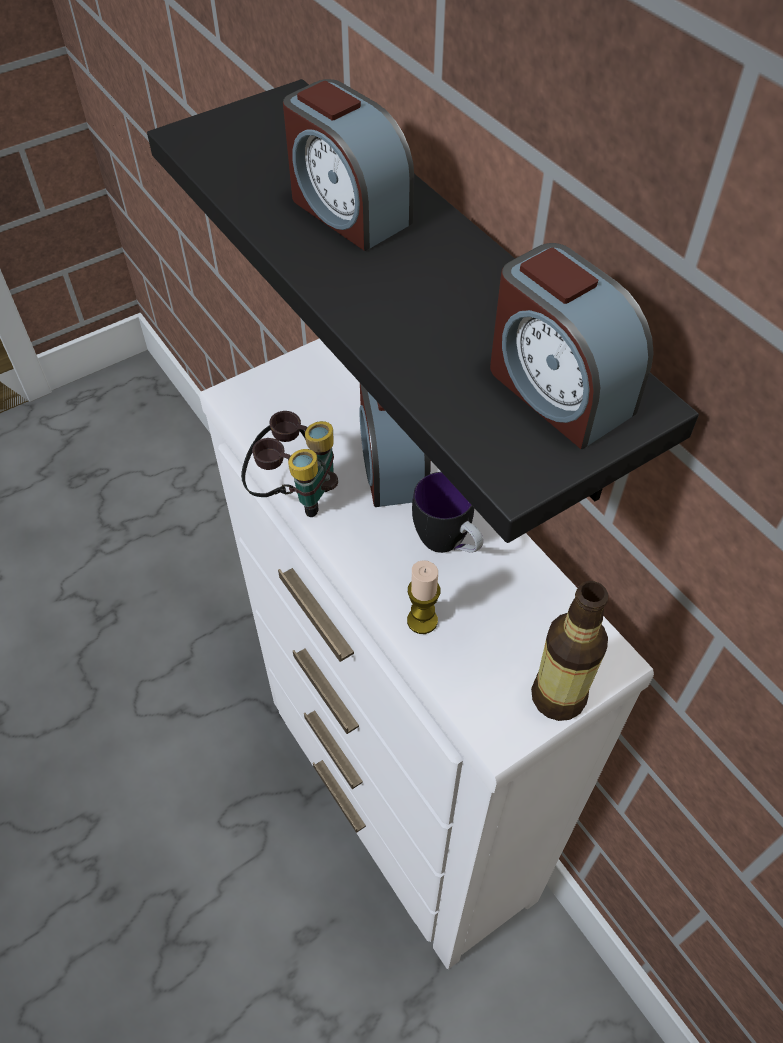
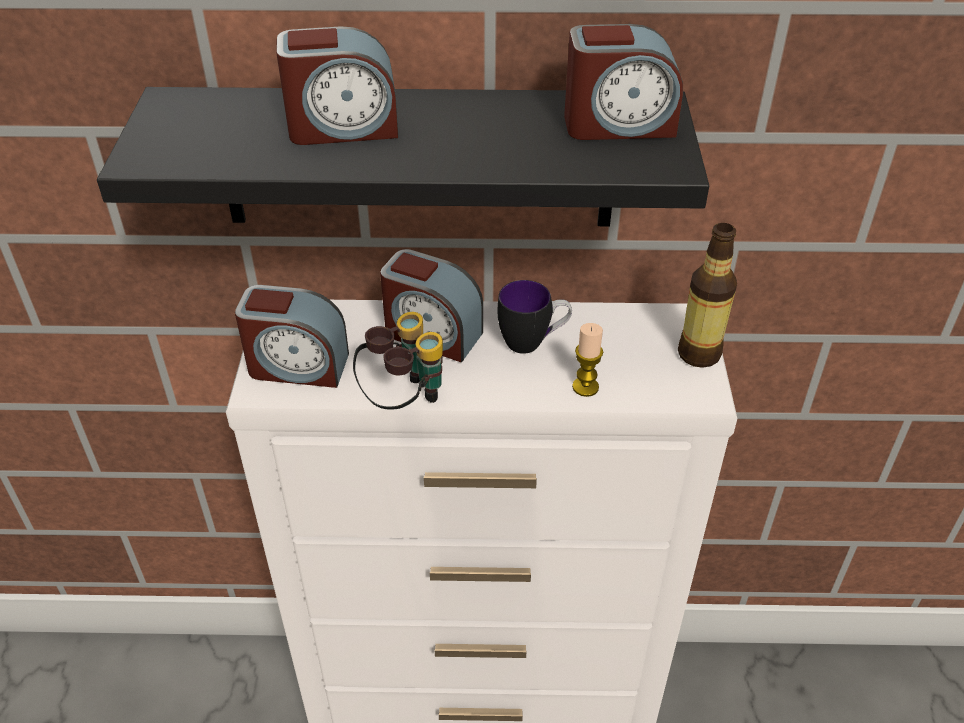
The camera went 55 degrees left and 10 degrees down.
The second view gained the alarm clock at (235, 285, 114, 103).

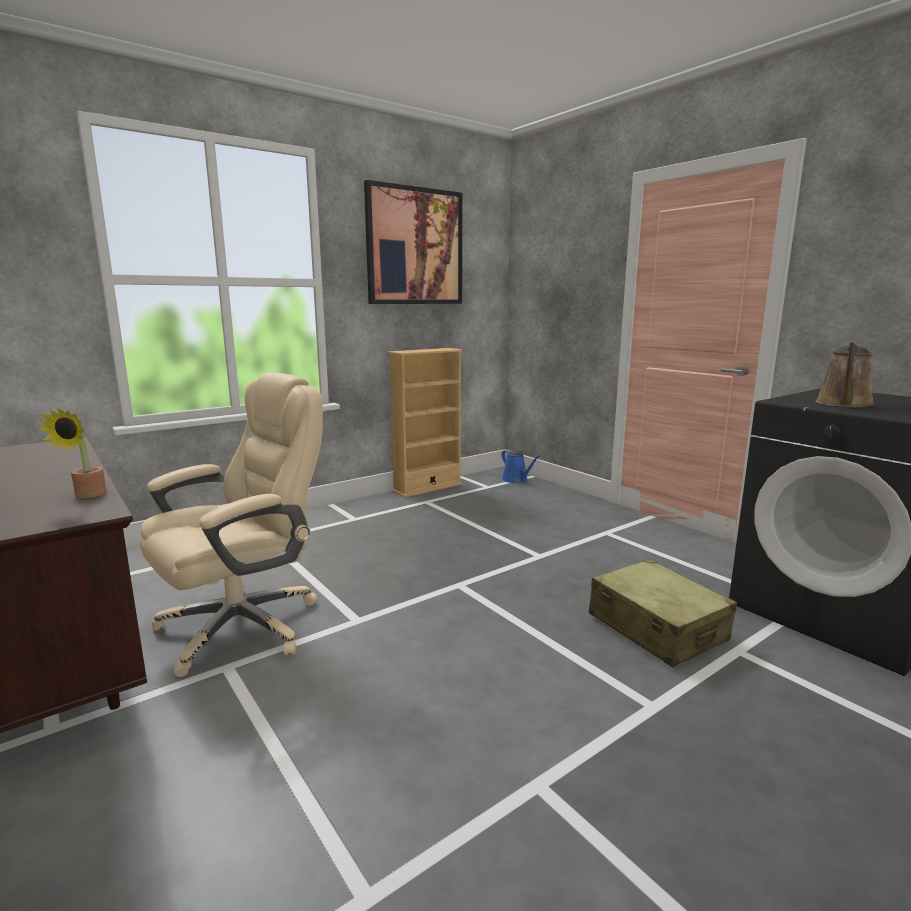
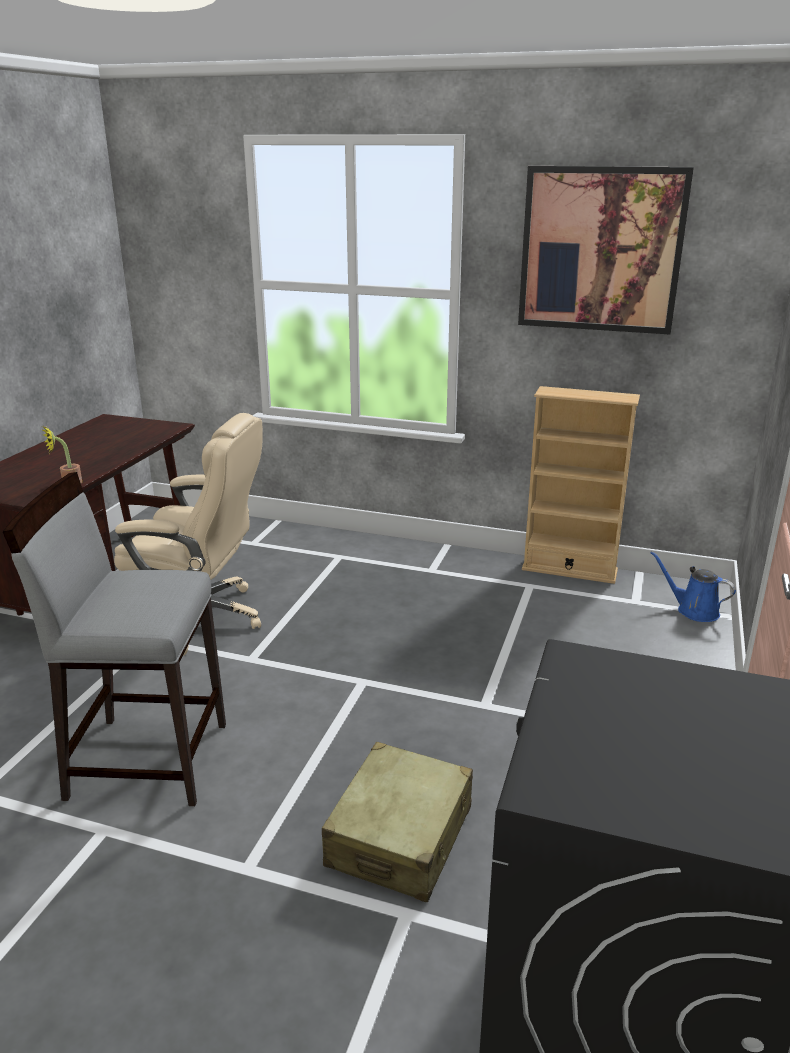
The camera went 55 degrees right and 10 degrees up.
The second view lost the watering can (brown) at (816, 342, 59, 66).
The second view gained the stool (grey) at (3, 472, 223, 334).
The watering can (blue) at (501, 450, 40, 33) ended up facing another way, 105 degrees clockwise from before.

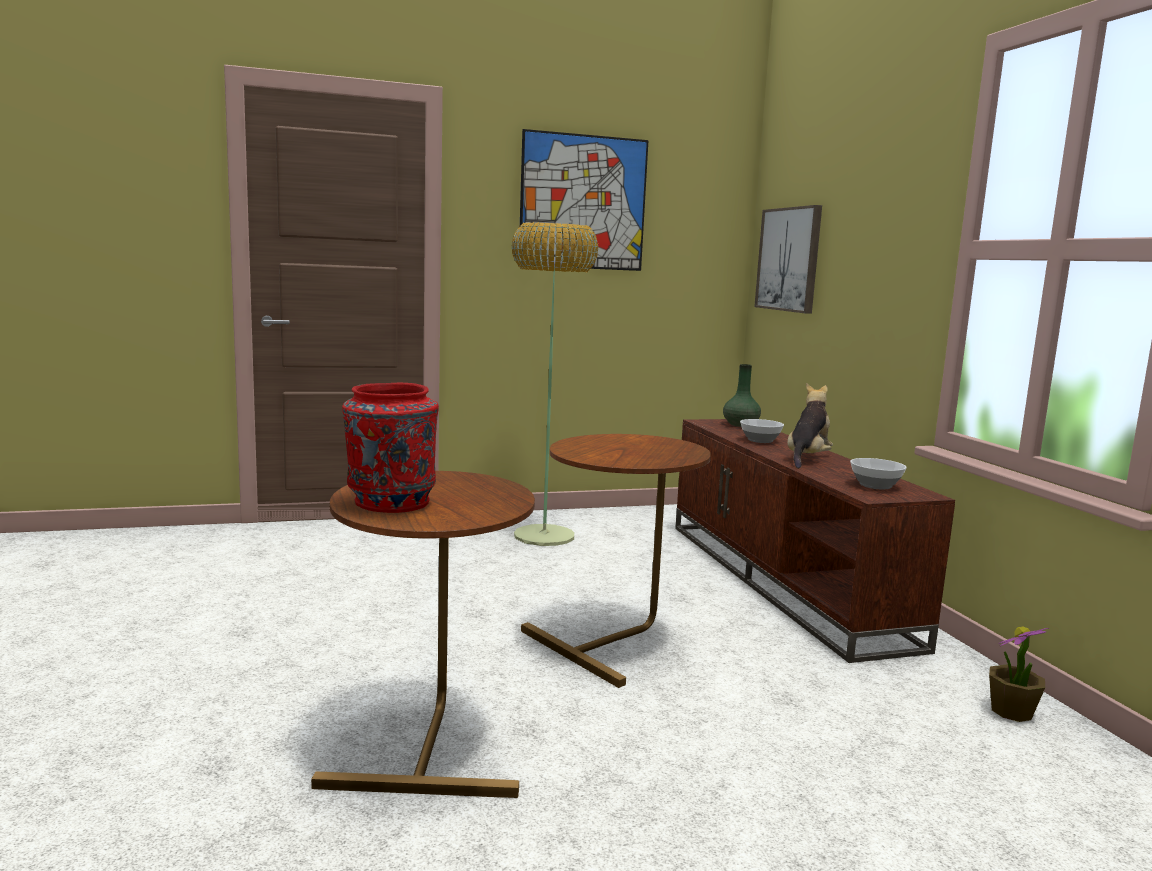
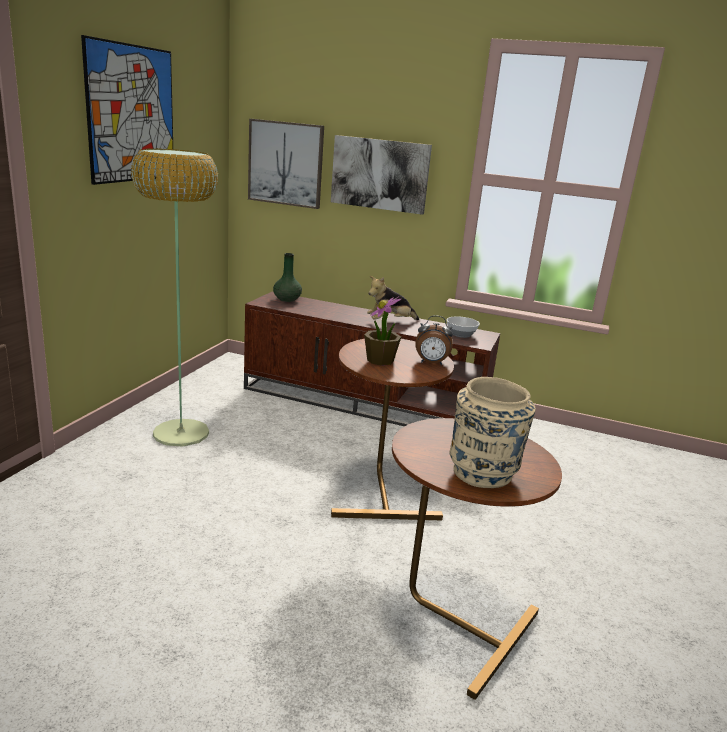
The camera went 55 degrees left and 10 degrees up.
The second view lost the bowl at (740, 419, 44, 24).
The second view gained the picture at (331, 135, 101, 80).
The second view gained the alarm clock at (415, 315, 38, 50).
The potted plant ended up elsewhere, having gone from (989, 627, 60, 95) to (364, 296, 37, 70).
What was the vase (red) at (342, 383, 97, 130) turned into the vase (beige) at (449, 377, 87, 111).
The plush toy at (787, 383, 46, 86) ended up facing another way, 90 degrees counterclockwise from before.

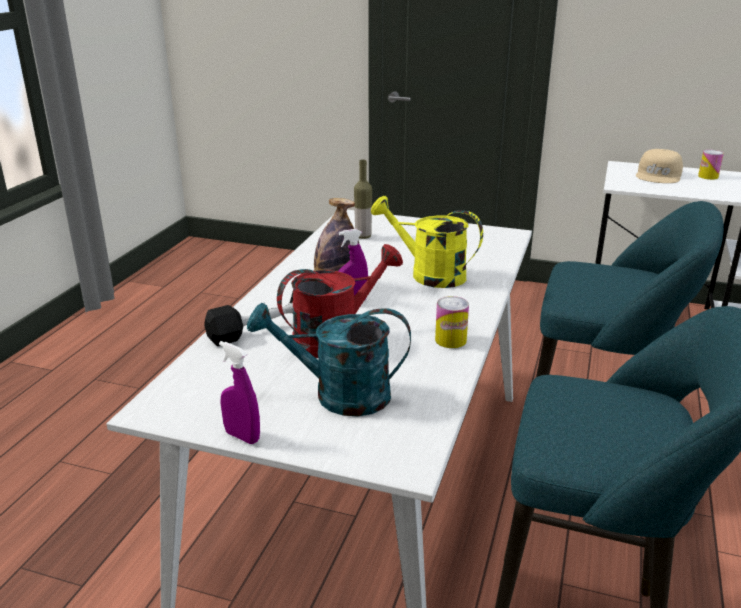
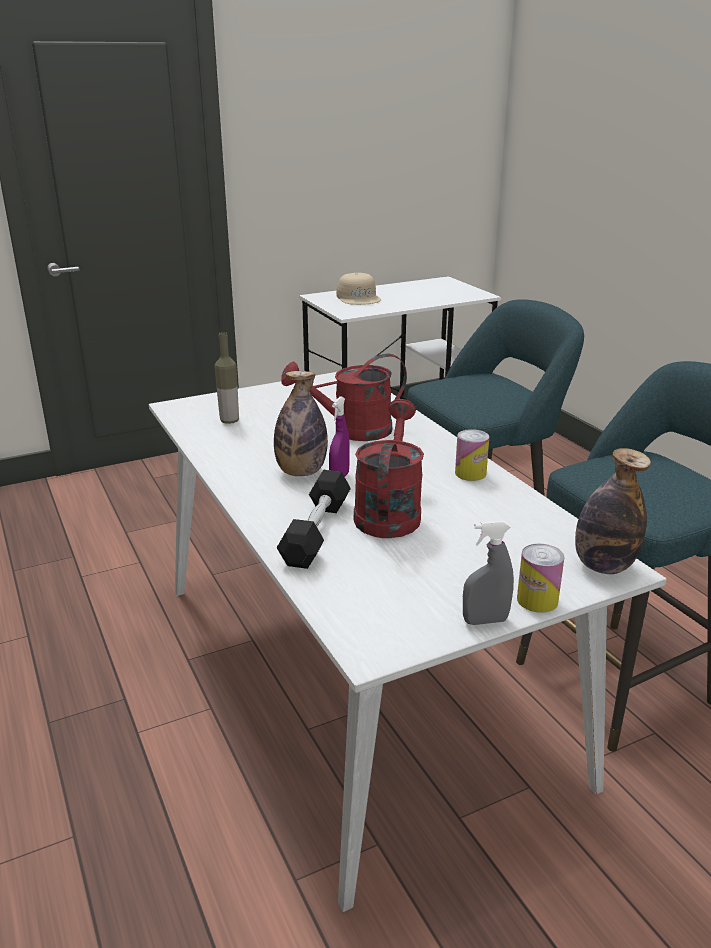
The camera went 45 degrees left and 0 degrees up.
The second view lost the watering can (turquoise) at (247, 303, 164, 113).
The second view gained the bottle at (575, 448, 76, 126).
The can ended up elsewhere, having gone from (698, 150, 26, 30) to (517, 544, 47, 69).
What was the spray bottle (purple) at (219, 341, 41, 103) turned into the spray bottle (grey) at (463, 521, 51, 104).
What was the watering can (yellow) at (371, 196, 112, 92) turned into the watering can (red) at (281, 354, 126, 87).

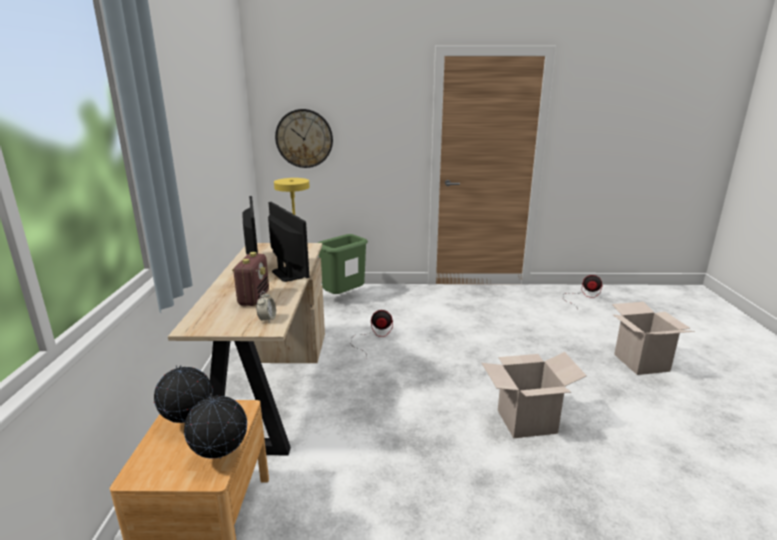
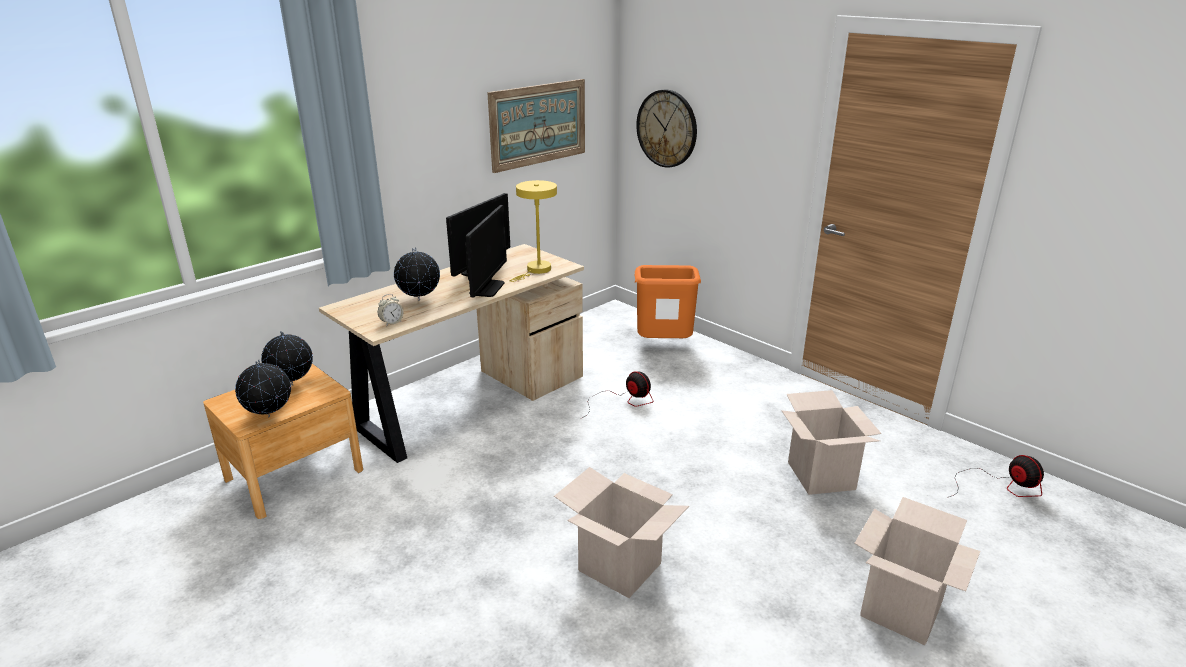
The camera went 45 degrees right and 5 degrees up.
The second view gained the picture at (487, 79, 98, 94).
The second view gained the cardboard box at (782, 390, 100, 105).
Where the radio stood at (232, 252, 37, 54), the globe came to stand at (394, 247, 46, 54).
What was the trash can (green) at (318, 234, 50, 60) turned into the trash can (orange) at (634, 265, 67, 73).

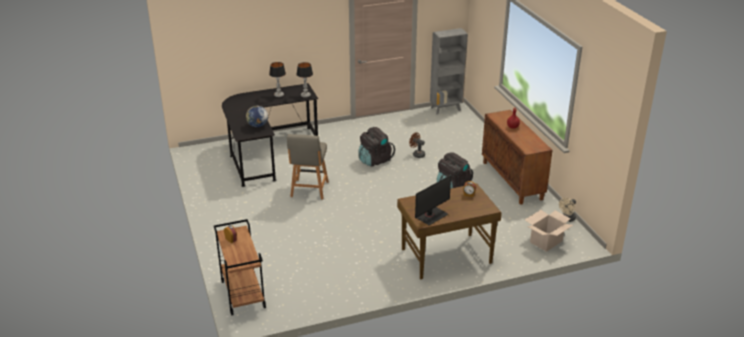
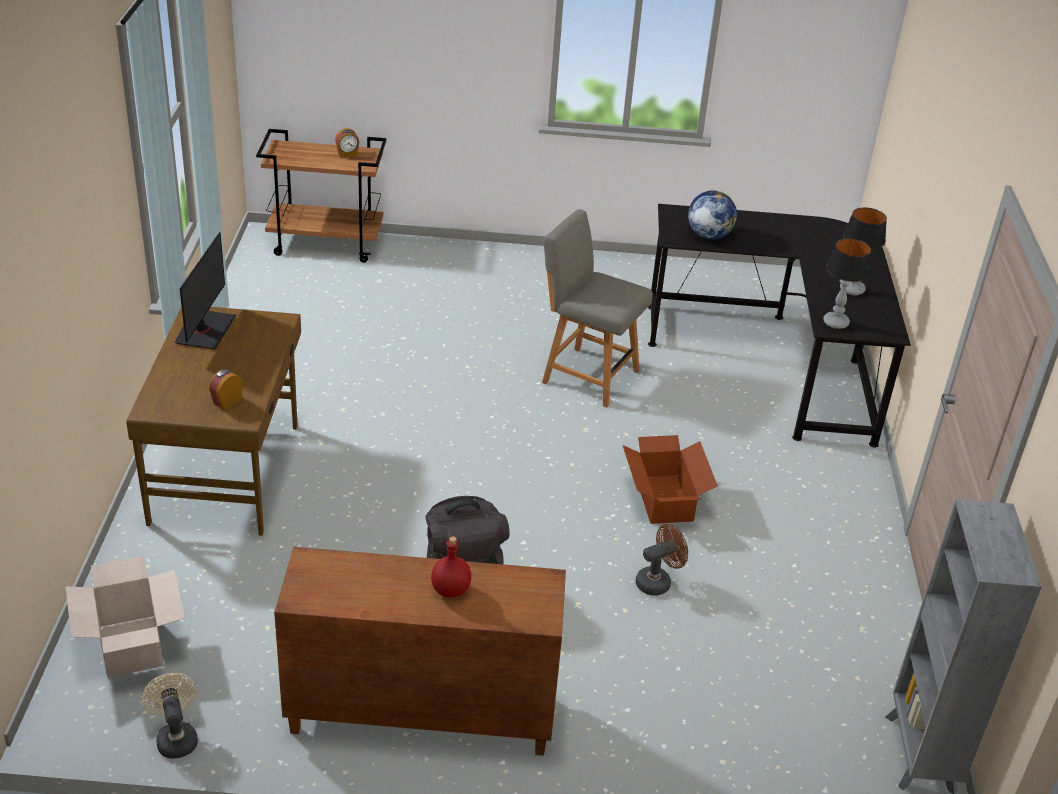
The camera went 110 degrees right and 5 degrees up.
Where the backpack (black) stood at (359, 127, 36, 40), the cardboard box came to stand at (623, 435, 95, 89).
The monitor at (415, 175, 36, 50) ended up facing another way, 150 degrees counterclockwise from before.

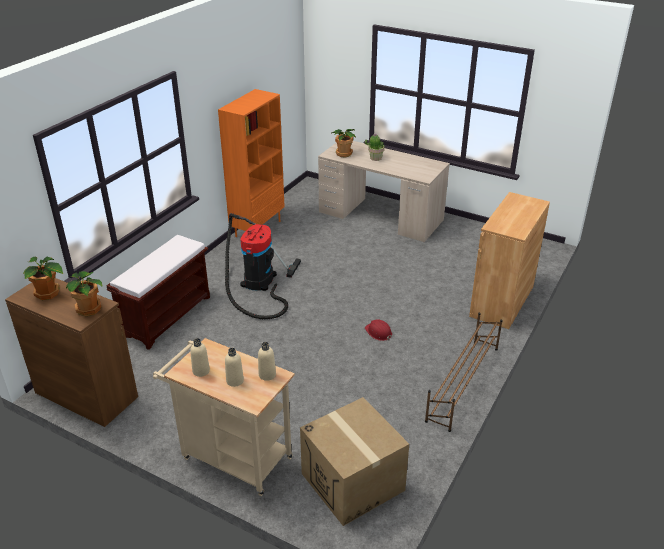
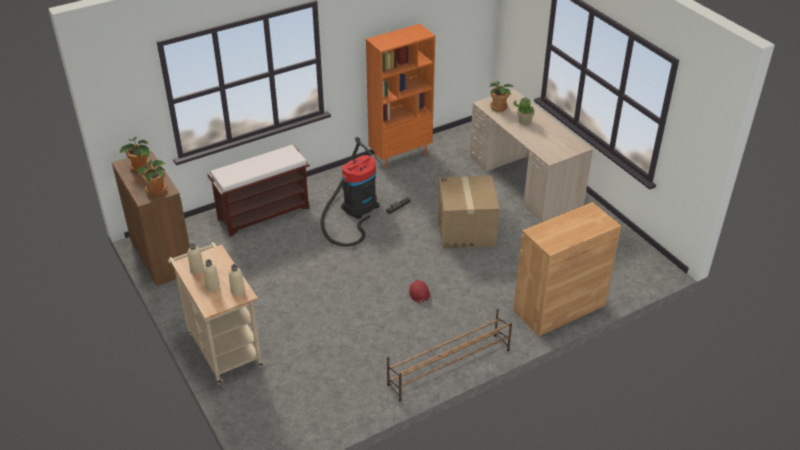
The camera went 30 degrees right and 5 degrees up.
The cardboard box ended up elsewhere, having gone from (300, 397, 109, 129) to (438, 175, 61, 74).

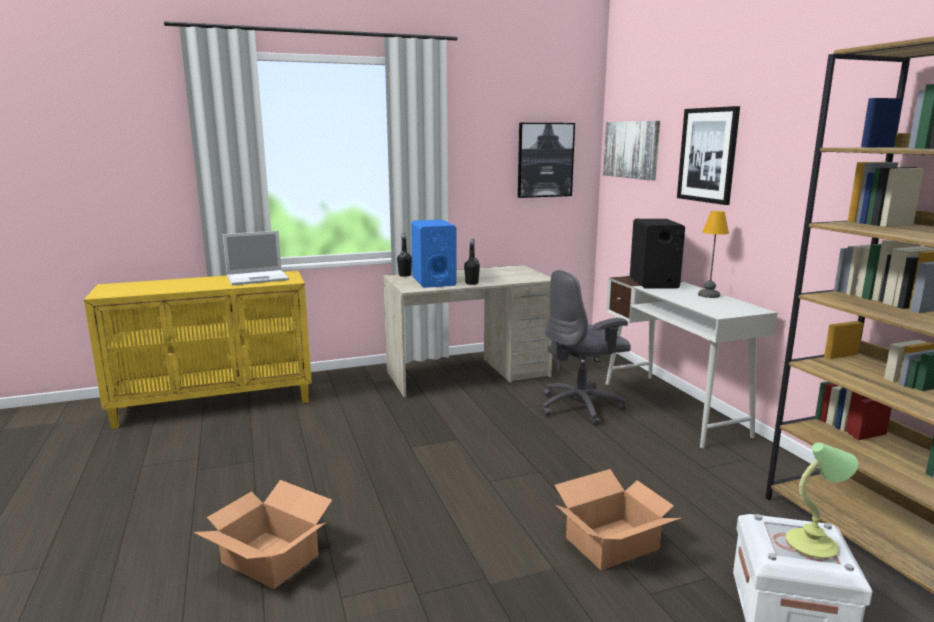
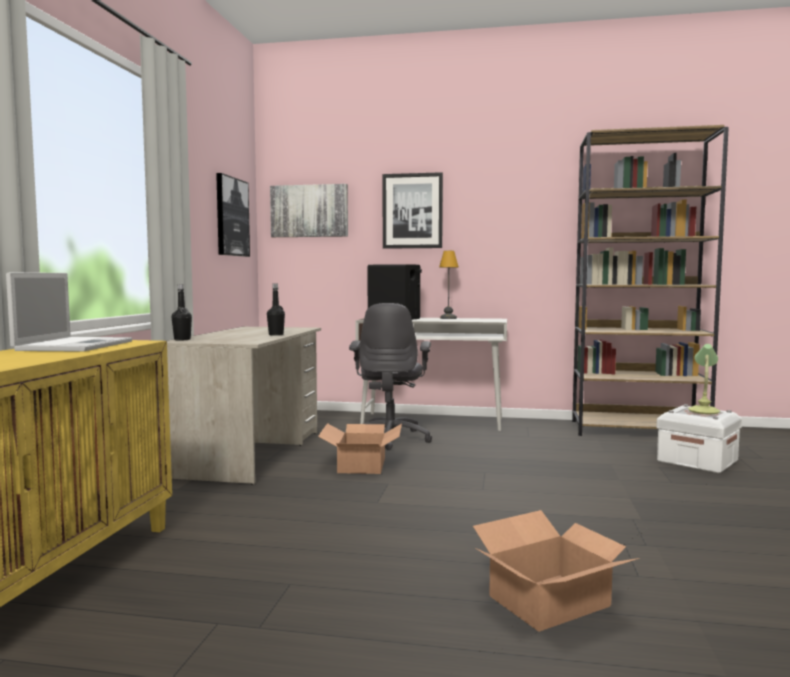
The camera went 60 degrees left and 10 degrees down.
The second view lost the speaker (blue) at (411, 220, 45, 68).
The cardboard box ended up elsewhere, having gone from (554, 469, 127, 102) to (318, 423, 84, 51).

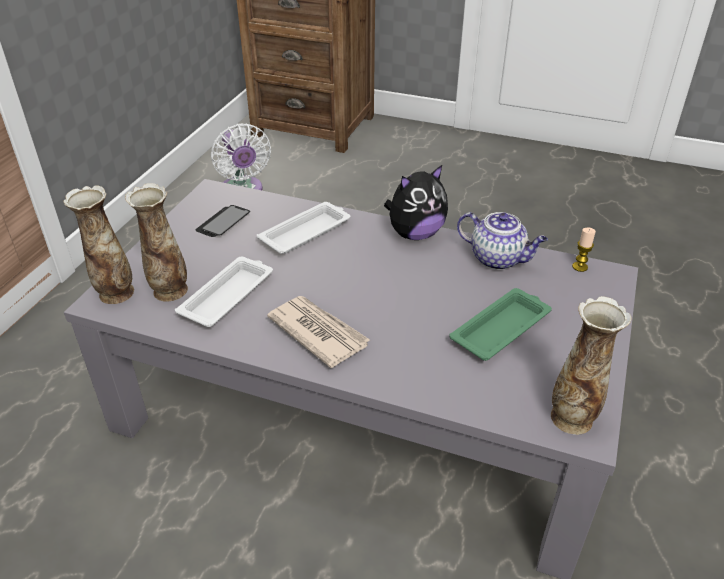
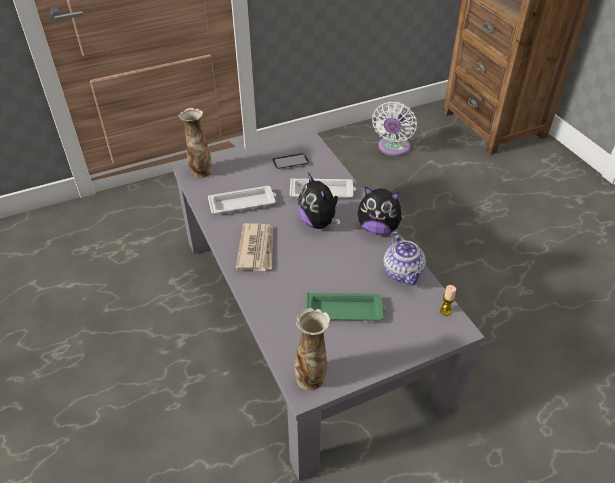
The camera went 45 degrees right and 5 degrees up.
The second view lost the vase at (125, 183, 63, 119).
The second view gained the plush toy at (298, 172, 42, 57).

